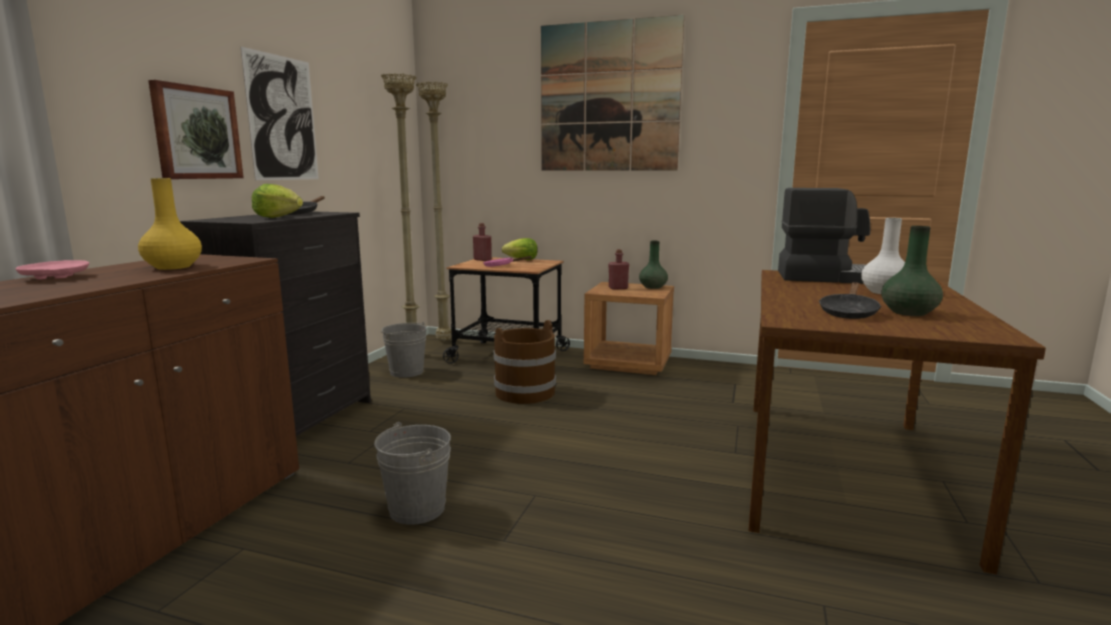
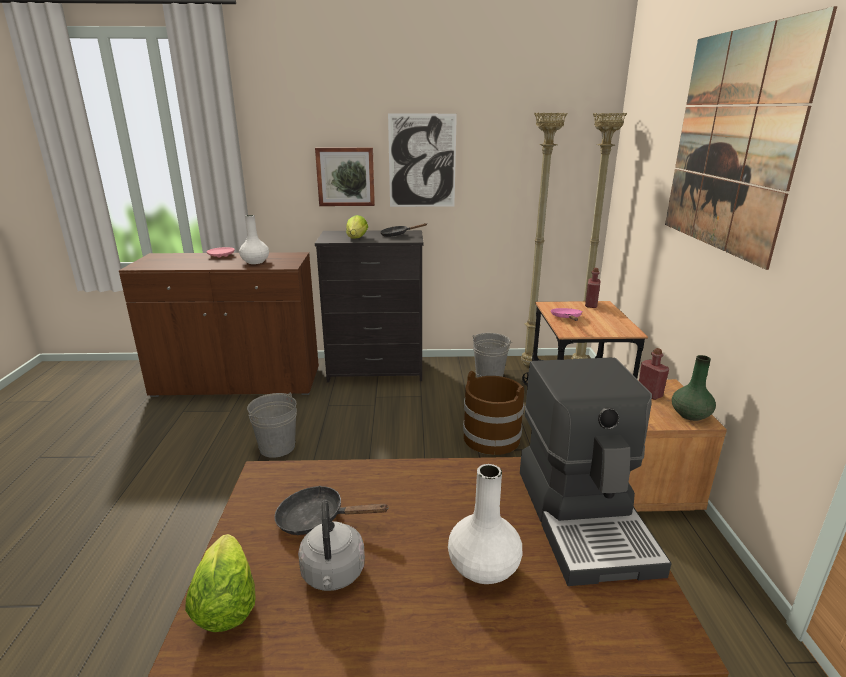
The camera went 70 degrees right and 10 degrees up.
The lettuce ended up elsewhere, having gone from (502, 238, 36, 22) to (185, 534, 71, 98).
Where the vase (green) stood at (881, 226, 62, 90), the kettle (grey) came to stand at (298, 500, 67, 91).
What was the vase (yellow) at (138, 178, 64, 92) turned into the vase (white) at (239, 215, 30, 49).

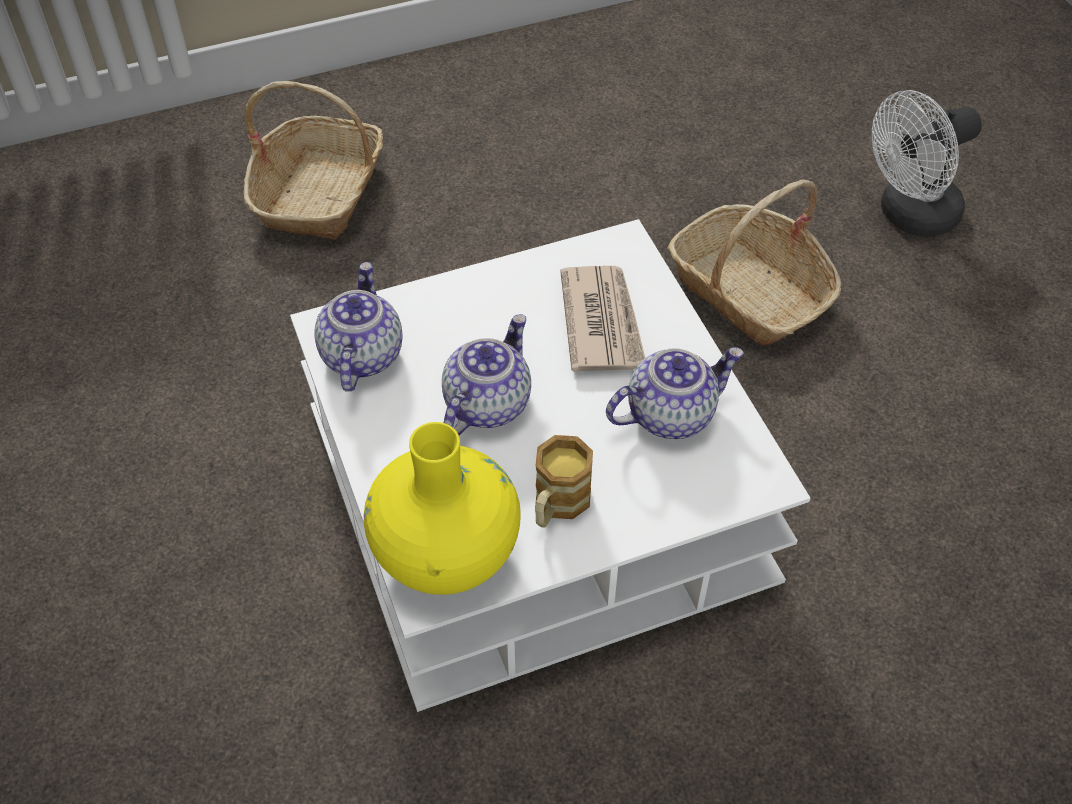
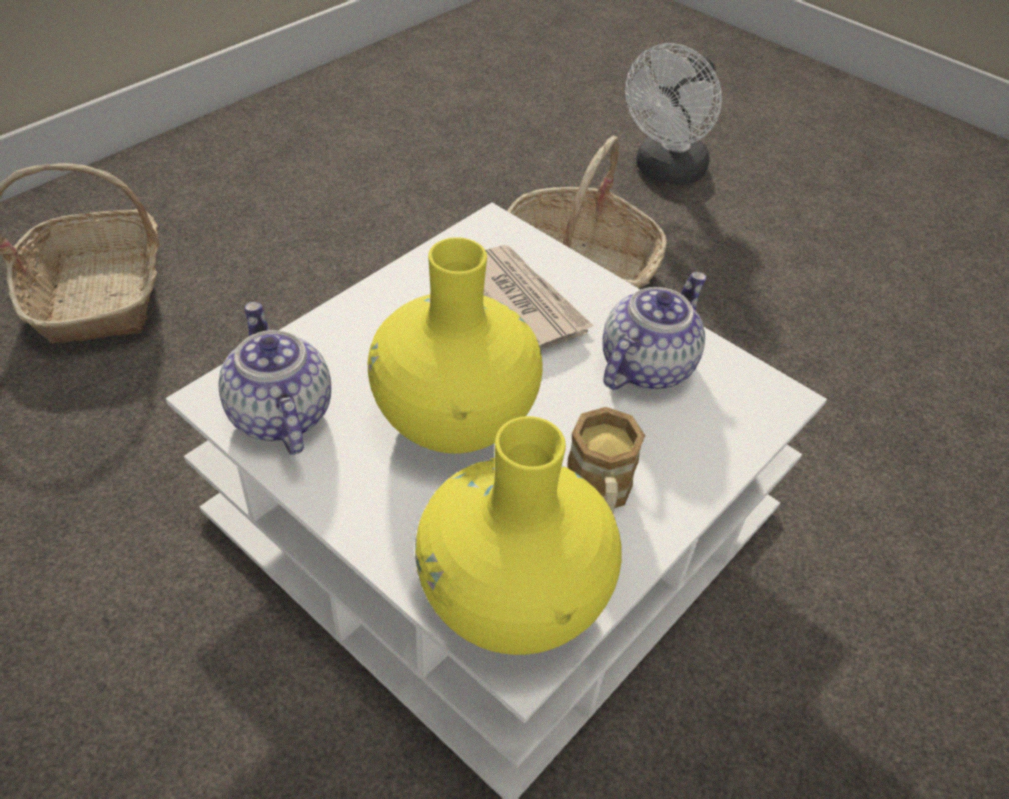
The camera went 30 degrees left and 5 degrees down.
Where the teapot stood at (442, 314, 89, 121), the vase (yellow) came to stand at (368, 237, 175, 217).

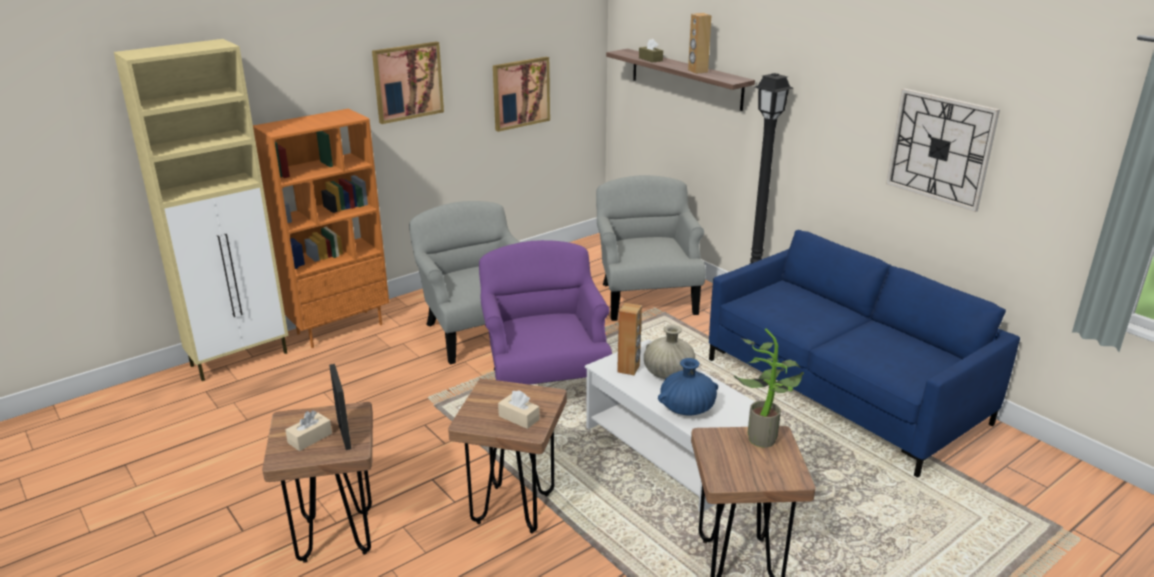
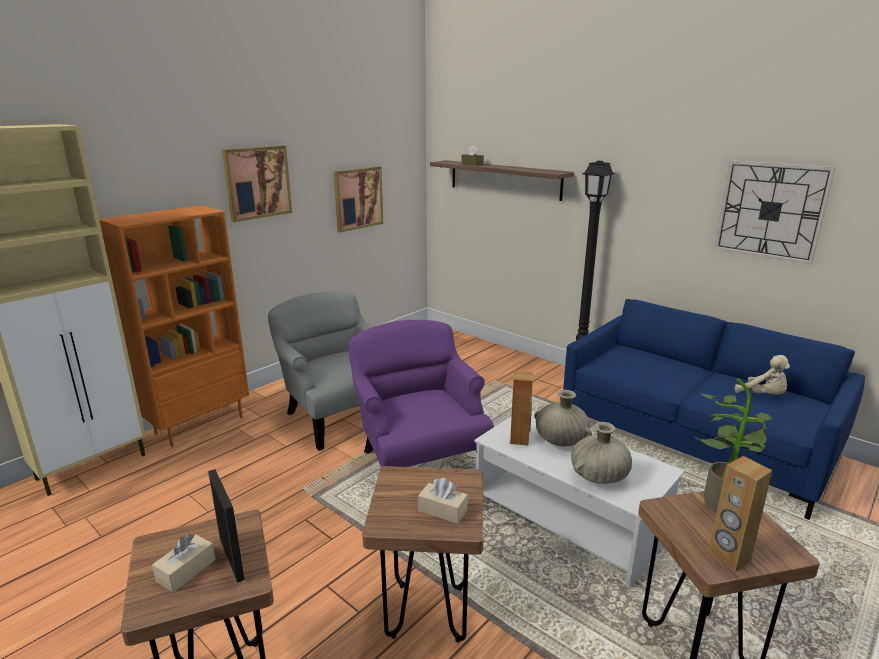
The camera went 10 degrees left and 5 degrees down.
The second view lost the armchair (grey) at (596, 175, 110, 146).
The second view gained the plush toy (beige) at (734, 355, 56, 40).
The speaker (brown) ended up elsewhere, having gone from (688, 13, 23, 61) to (708, 456, 64, 116).
What was the vase (blue) at (658, 358, 60, 58) turned into the vase (beige) at (571, 422, 61, 62).

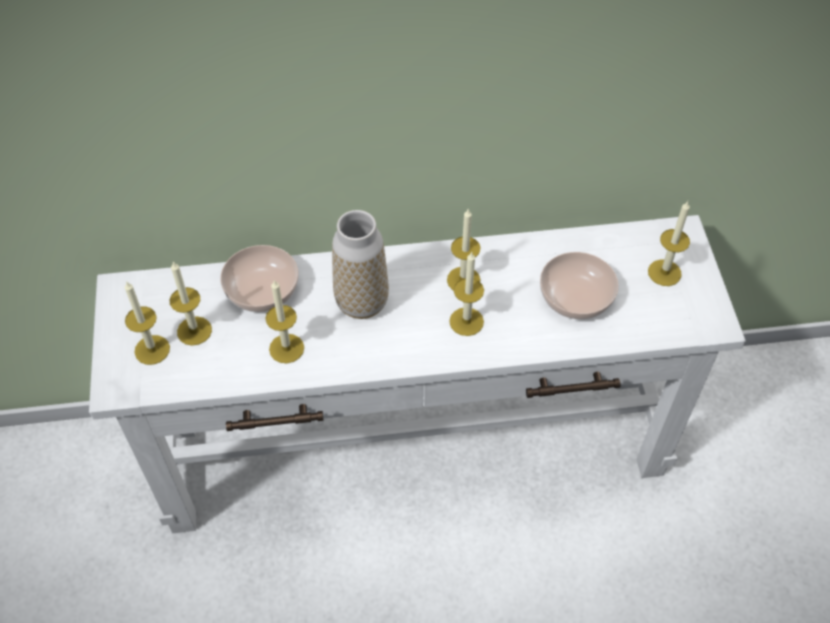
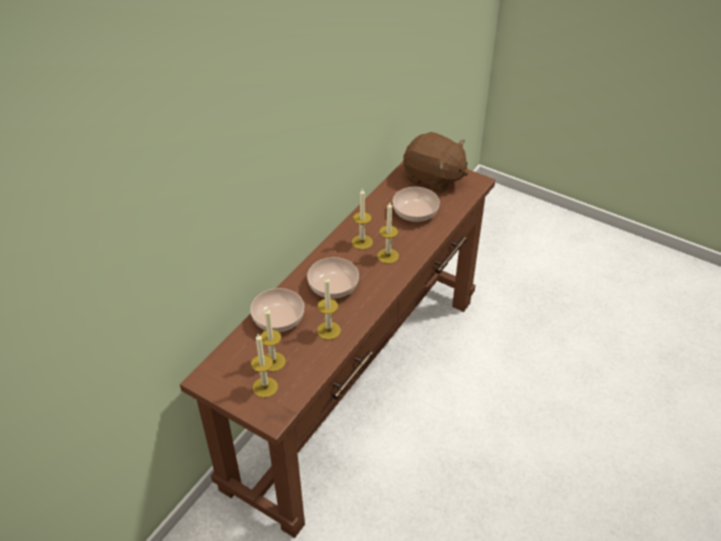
The camera went 50 degrees left and 10 degrees down.
Where the vase stood at (332, 210, 57, 109), the bowl came to stand at (307, 257, 52, 42).
Where the candle stood at (648, 201, 42, 85), the plush toy (brown) came to stand at (403, 132, 65, 62).
What was the console table (white) at (89, 215, 657, 318) turned into the console table (brown) at (180, 161, 315, 377).

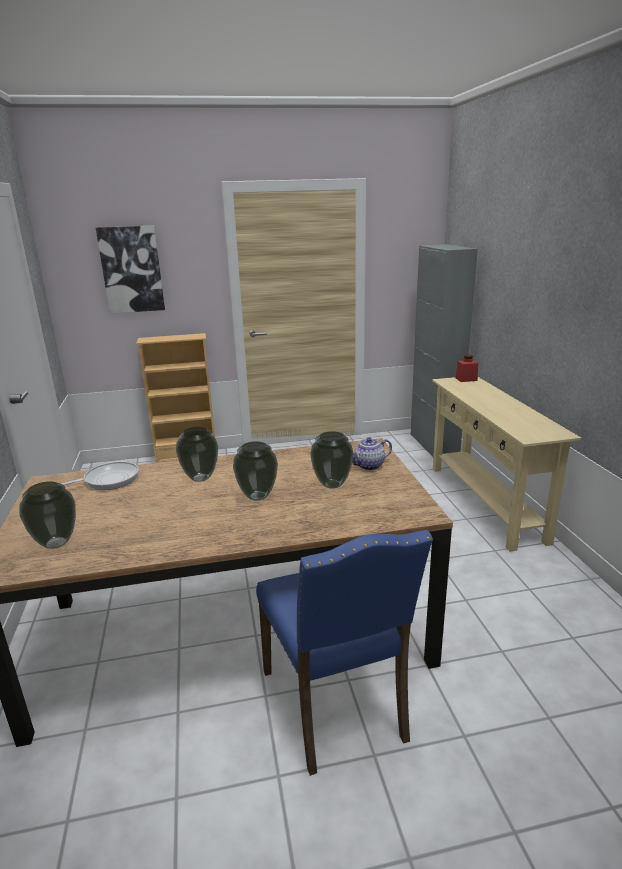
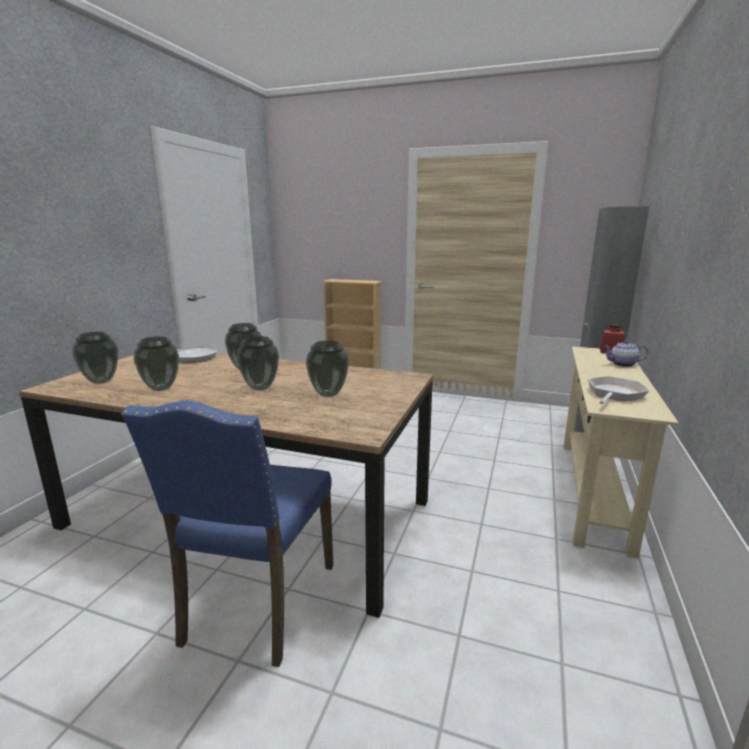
The camera went 30 degrees right and 5 degrees down.
The second view lost the picture at (96, 226, 69, 87).
The second view gained the vase at (134, 336, 45, 55).
The second view gained the frying pan at (588, 376, 61, 28).
The teapot ended up elsewhere, having gone from (352, 437, 40, 33) to (604, 340, 44, 27).

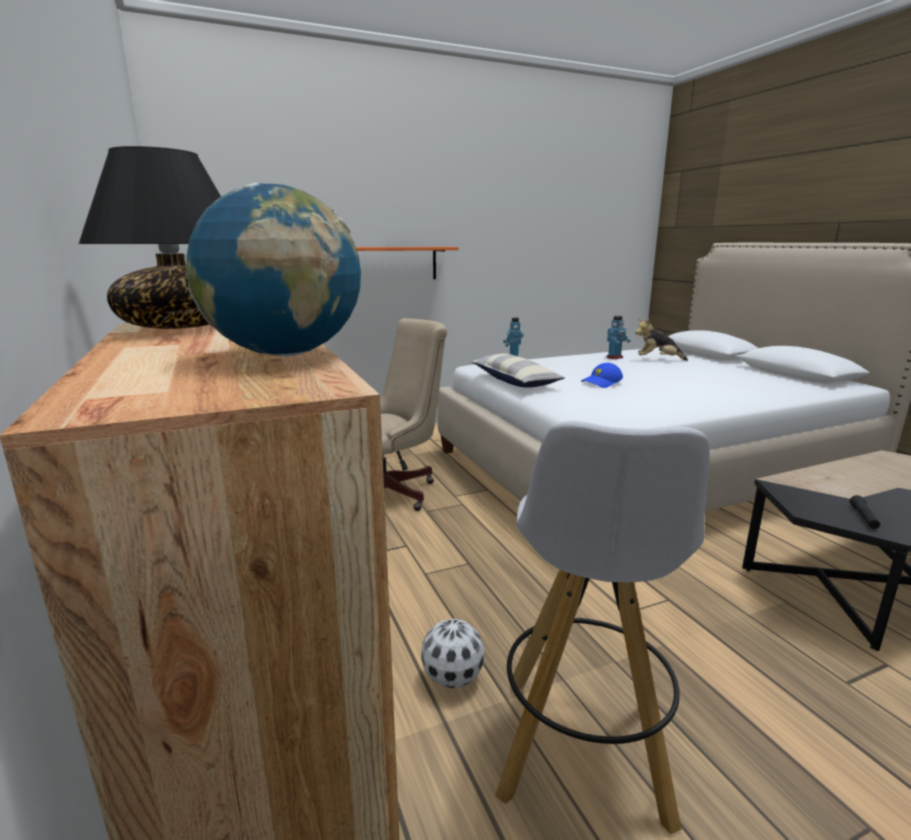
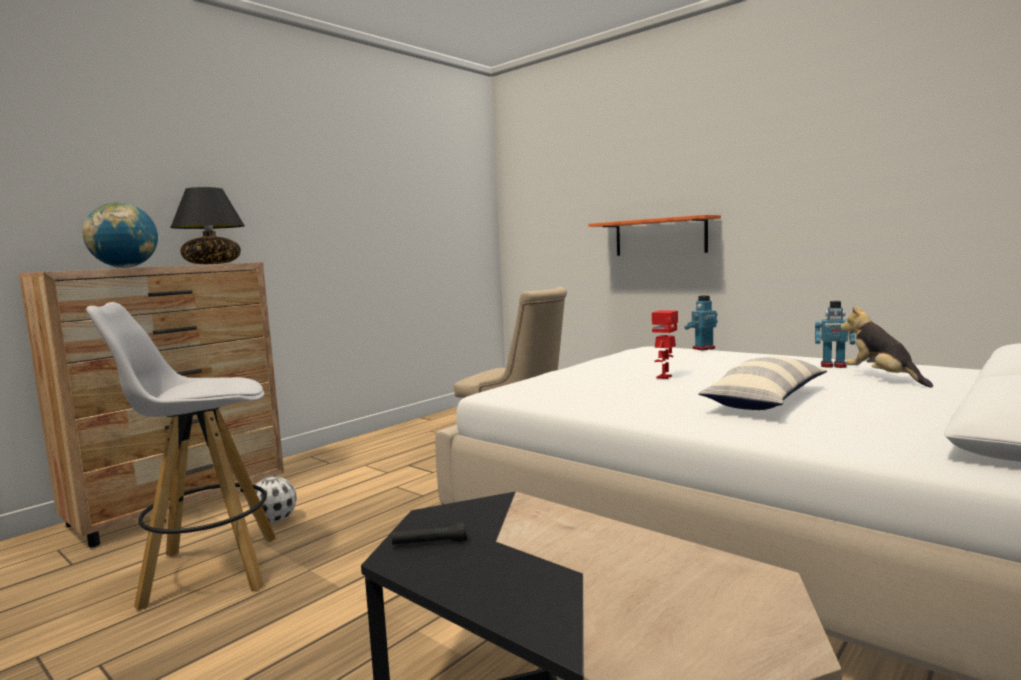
The camera went 65 degrees right and 10 degrees down.
The pillow ended up elsewhere, having gone from (472, 354, 93, 34) to (698, 356, 129, 54).
Where the cap (blue) stood at (581, 363, 42, 25), the toy robot came to stand at (652, 310, 26, 69).

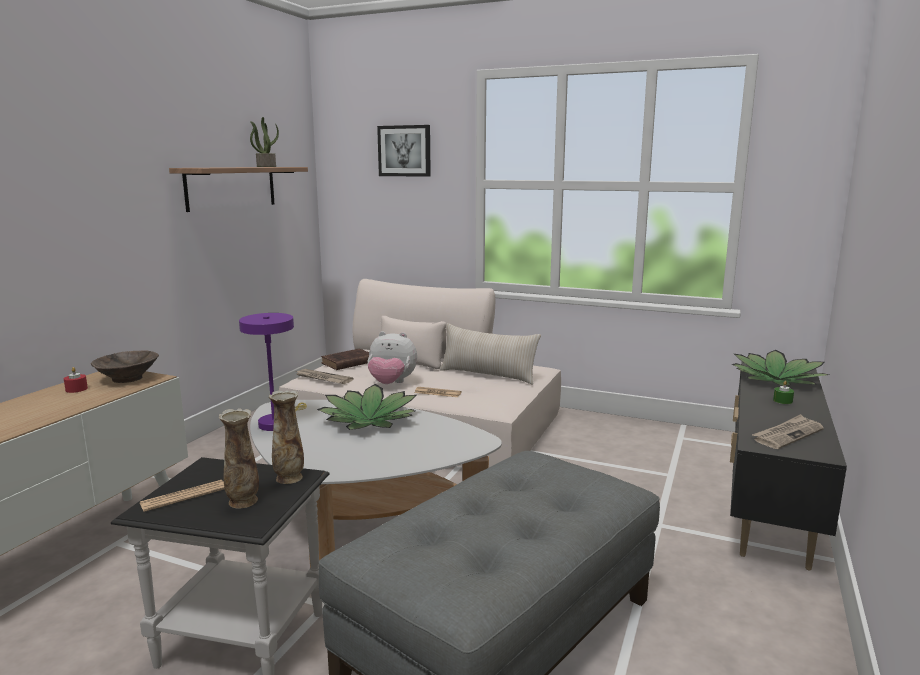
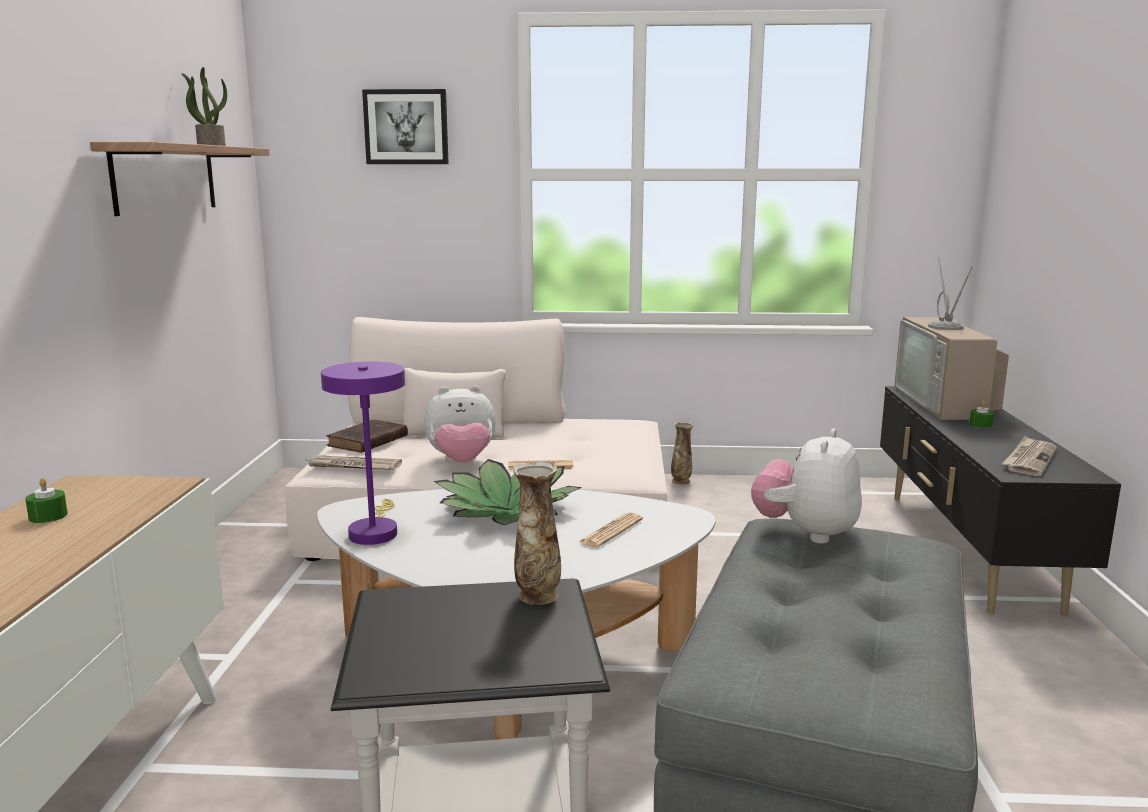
The camera went 20 degrees left and 0 degrees up.
The second view lost the bowl (brown) at (91, 350, 68, 33).
The second view lost the pillow (beige) at (440, 323, 101, 62).
The second view gained the plush toy at (751, 428, 111, 116).
The newspaper ended up elsewhere, having gone from (140, 480, 85, 32) to (579, 513, 64, 34).
The vase ended up elsewhere, having gone from (219, 408, 40, 100) to (671, 421, 23, 64).
Where the potted plant stood at (731, 350, 98, 36), the television came to stand at (895, 258, 114, 162).
What was the candle (red) at (64, 367, 24, 26) turned into the candle (green) at (25, 478, 43, 45).

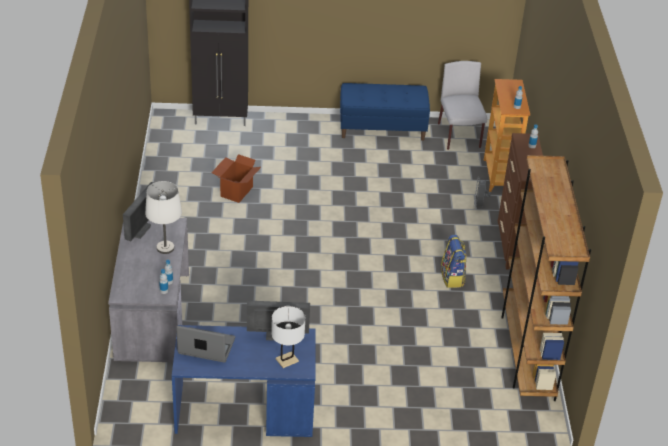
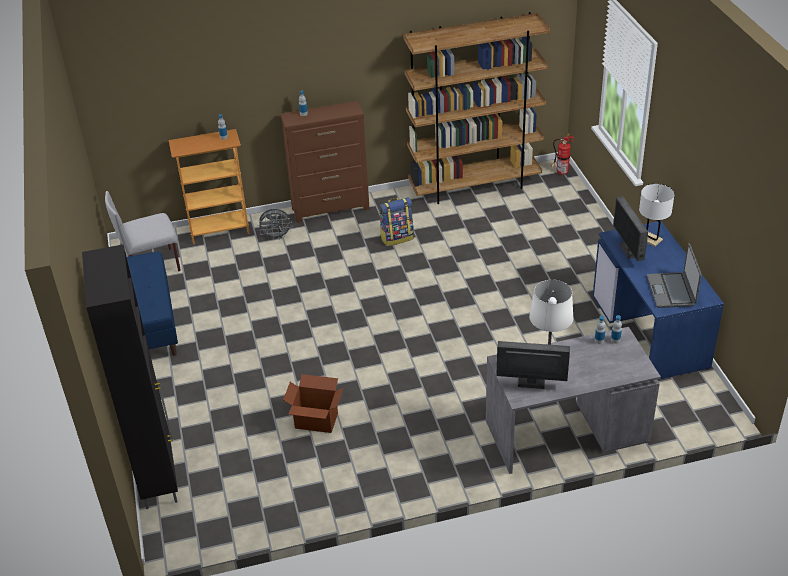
The camera went 100 degrees left and 0 degrees up.
The second view gained the fire extinguisher at (551, 134, 23, 41).

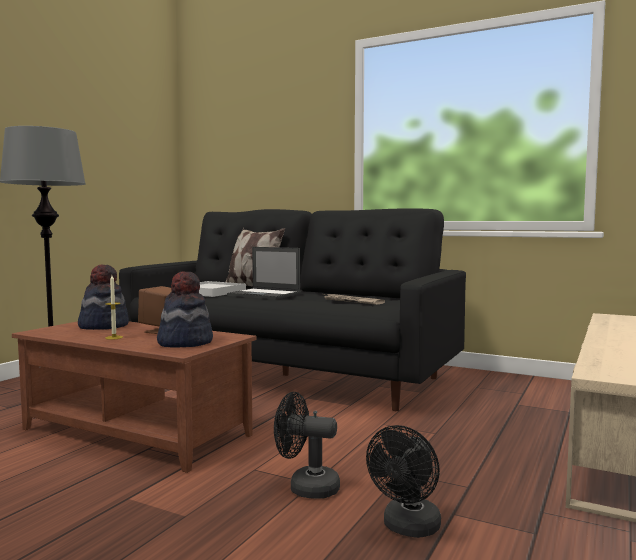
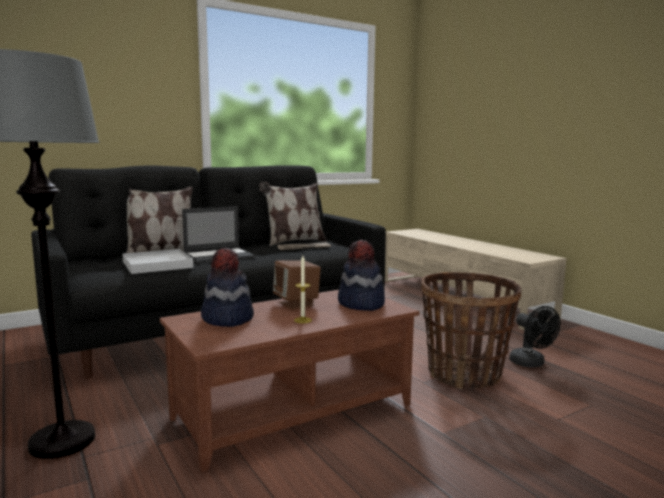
The camera went 60 degrees left and 5 degrees up.
The second view gained the pillow at (259, 182, 67, 64).
Where the fan (black) stood at (274, 392, 66, 107), the basket came to stand at (421, 272, 100, 117).

